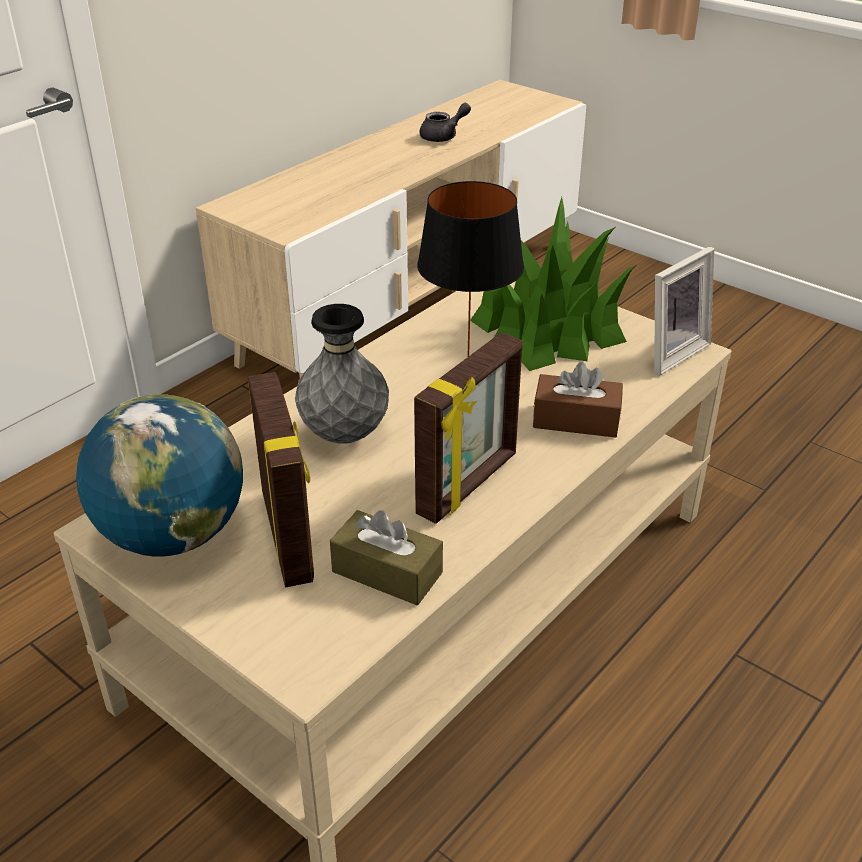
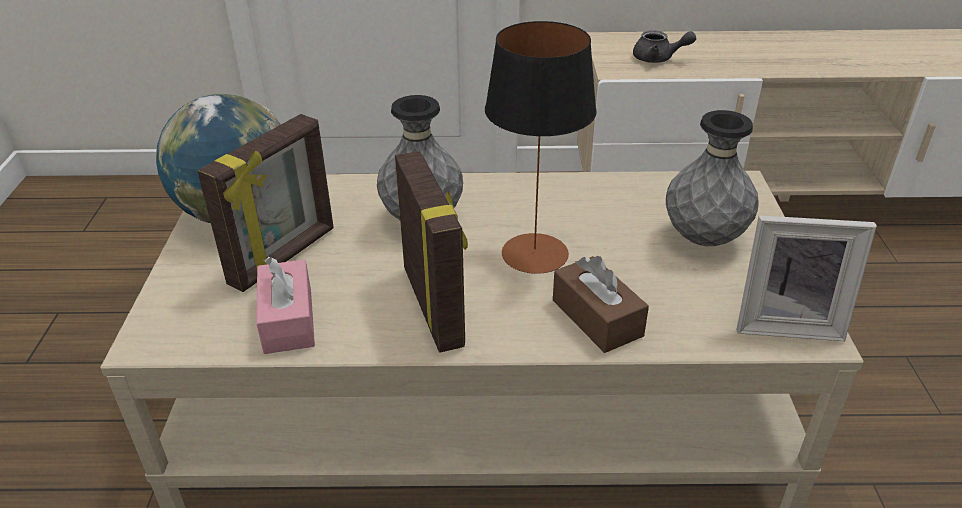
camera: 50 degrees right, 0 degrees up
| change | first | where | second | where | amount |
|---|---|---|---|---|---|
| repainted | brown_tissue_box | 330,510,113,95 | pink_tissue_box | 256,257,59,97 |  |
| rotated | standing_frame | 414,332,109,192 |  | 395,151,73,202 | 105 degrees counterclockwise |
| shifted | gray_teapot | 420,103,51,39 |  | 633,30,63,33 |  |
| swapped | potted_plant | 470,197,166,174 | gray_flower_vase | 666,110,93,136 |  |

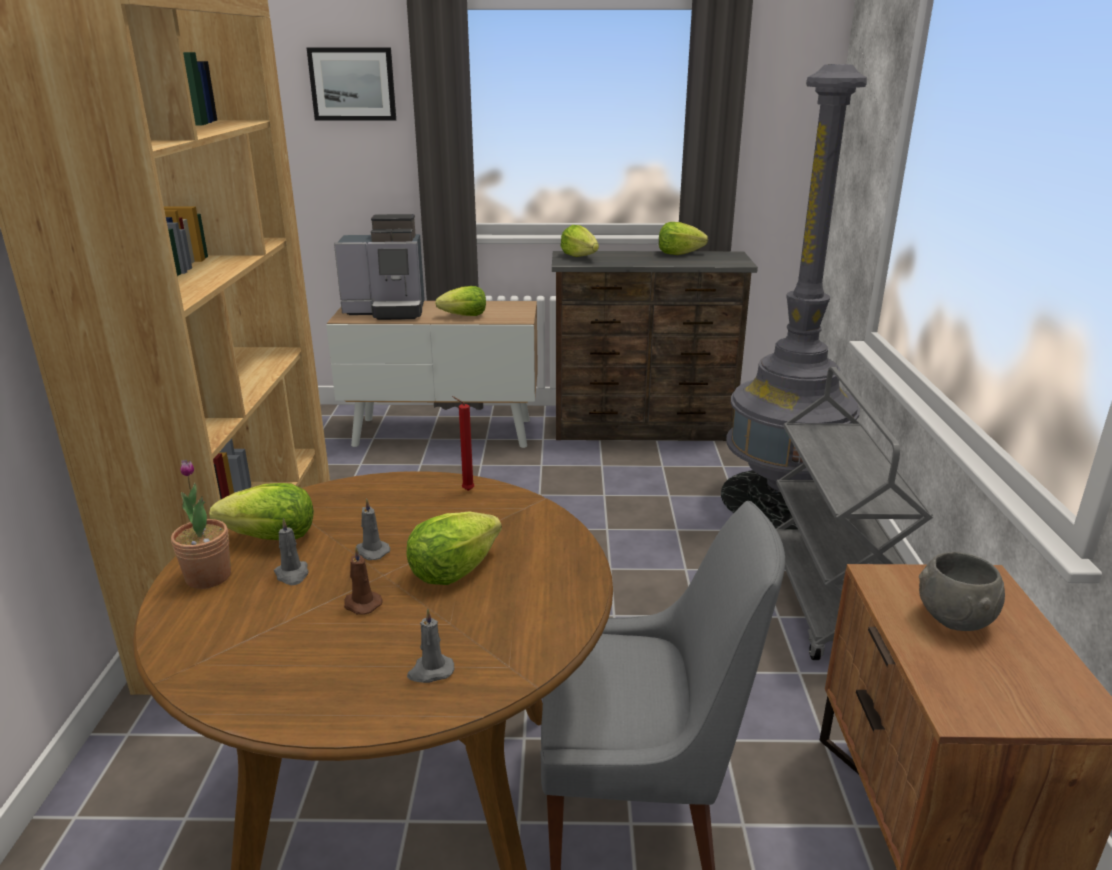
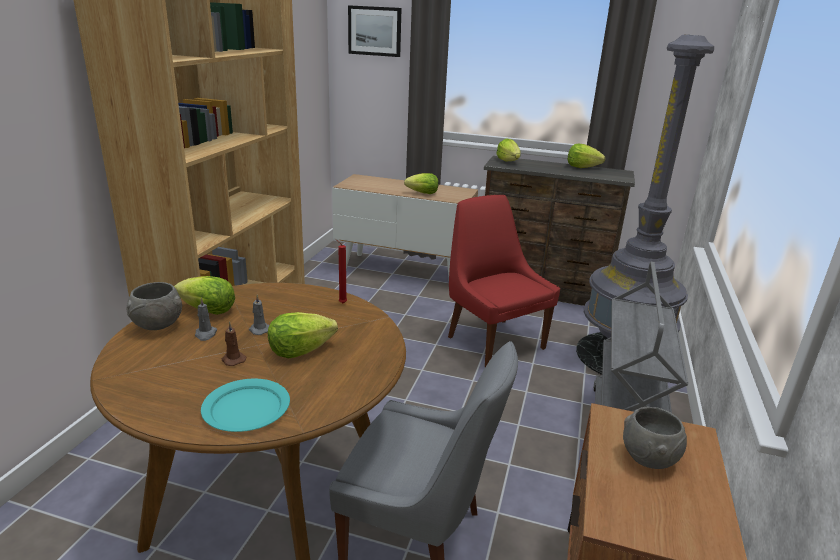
camera: 15 degrees right, 0 degrees up
| change | first | where | second | where | amount |
|---|---|---|---|---|---|
| swapped | potted_plant | 171,459,60,130 | gray_bowl | 127,282,55,48 |  |
| gone | coffee_maker | 334,214,91,106 |  |  |  |
| swapped | gray_wax_candle | 407,608,47,75 | blue-green_flat_dish | 201,379,89,53 |  |
| new |  |  | reddish_plain_chair | 448,195,112,172 |  |

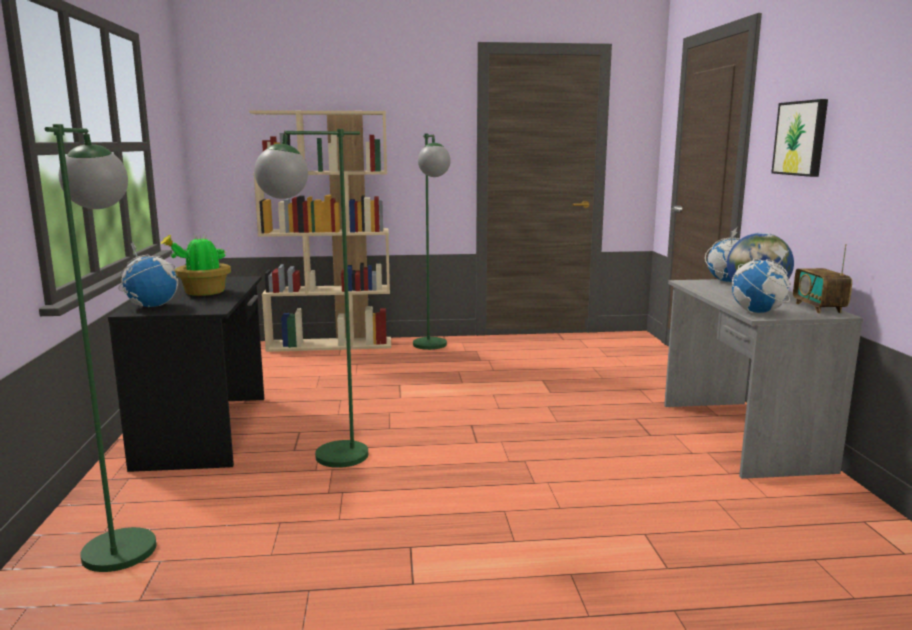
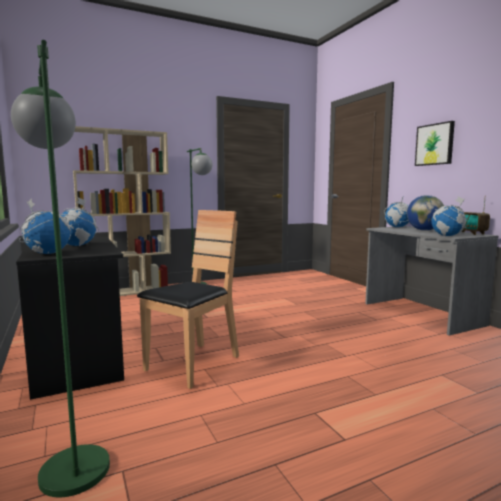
camera: 20 degrees left, 5 degrees down
| change | first | where | second | where | amount |
|---|---|---|---|---|---|
| swapped | potted_plant | 161,234,70,62 | globe | 59,197,40,49 |  |
| swapped | green-coloured_standard_lamp | 254,129,114,339 | brown_plain_chair | 137,210,102,179 |  |

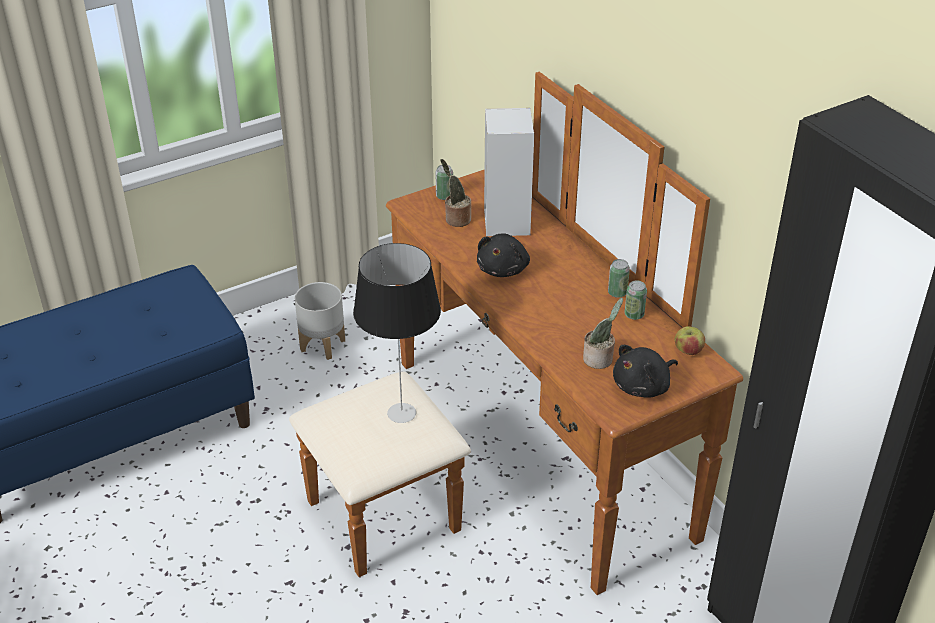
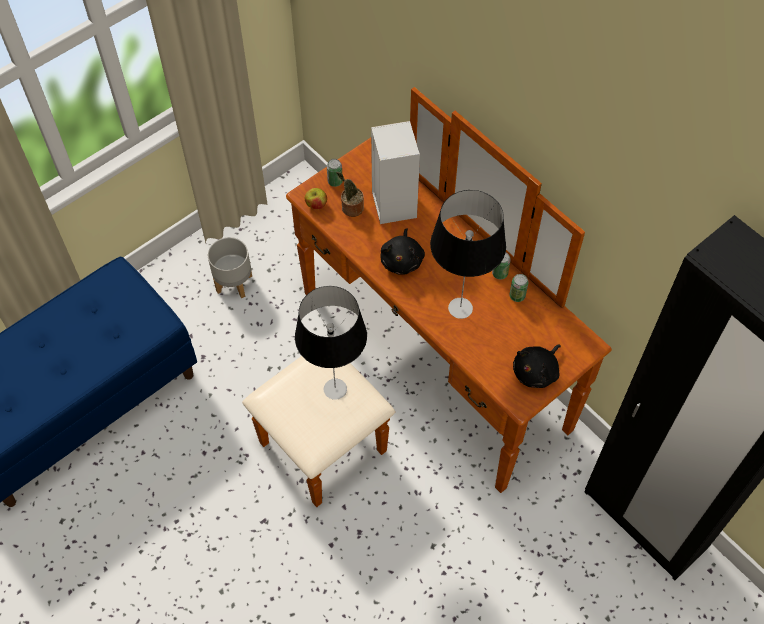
camera: 10 degrees left, 20 degrees up
| change | first | where | second | where | amount |
|---|---|---|---|---|---|
| gone | potted_plant | 583,298,40,71 |  |  |  |
| shifted | whole_apple | 675,326,30,29 |  | 305,188,22,21 |  |
| new |  |  | lamp_for_a_table | 430,190,76,129 |  |

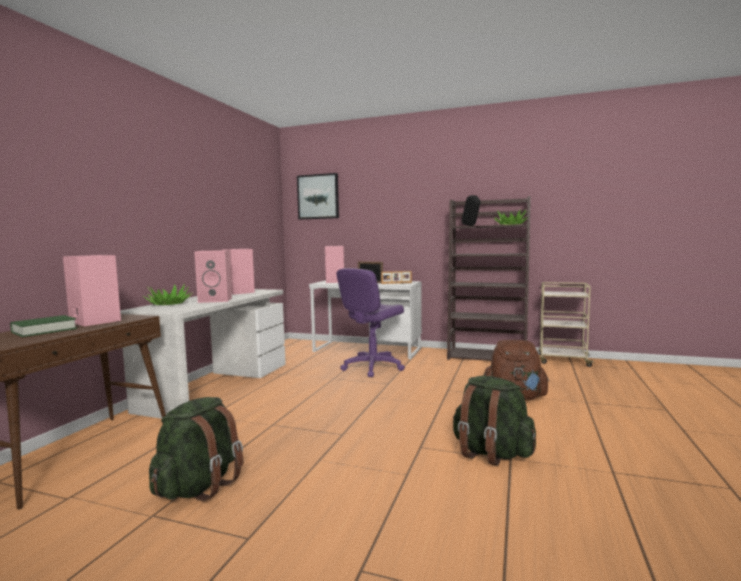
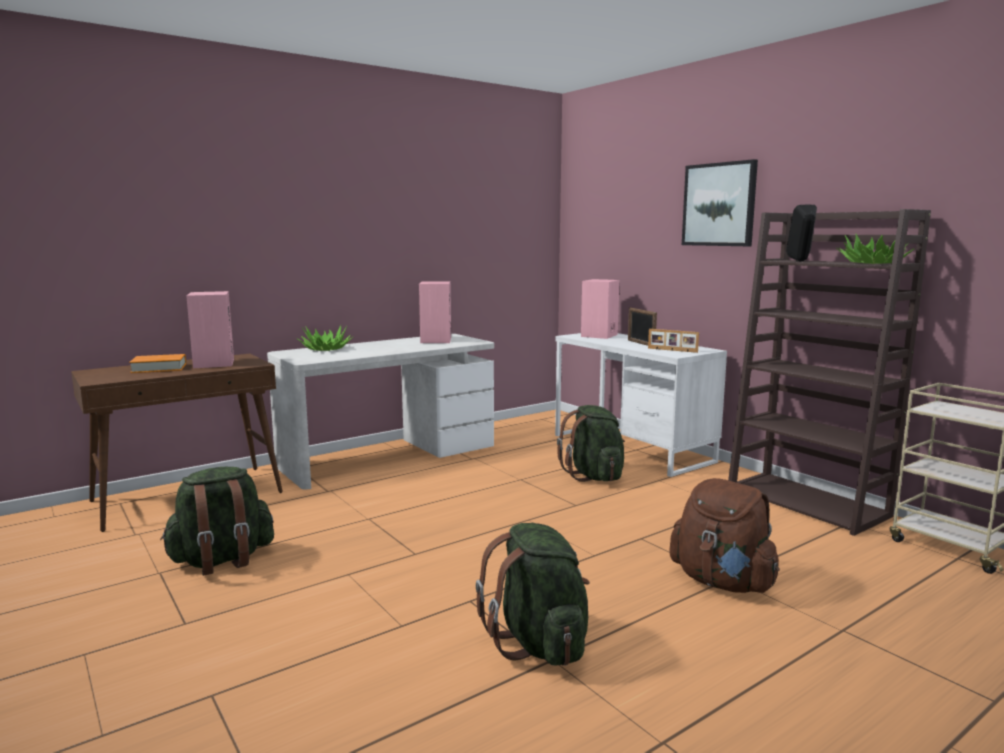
camera: 35 degrees right, 5 degrees up
| change | first | where | second | where | amount |
|---|---|---|---|---|---|
| repainted | green-coloured_bound_book | 10,315,67,22 | orangey_bound_book | 129,354,57,19 |  |
| gone | pink_loudspeaker | 195,250,37,53 |  |  |  |
| shifted | picture | 297,173,42,47 |  | 682,159,76,87 |  |
| swapped | purple_office_chair | 336,268,69,109 | green-coloured_backpack | 557,405,68,77 |  |

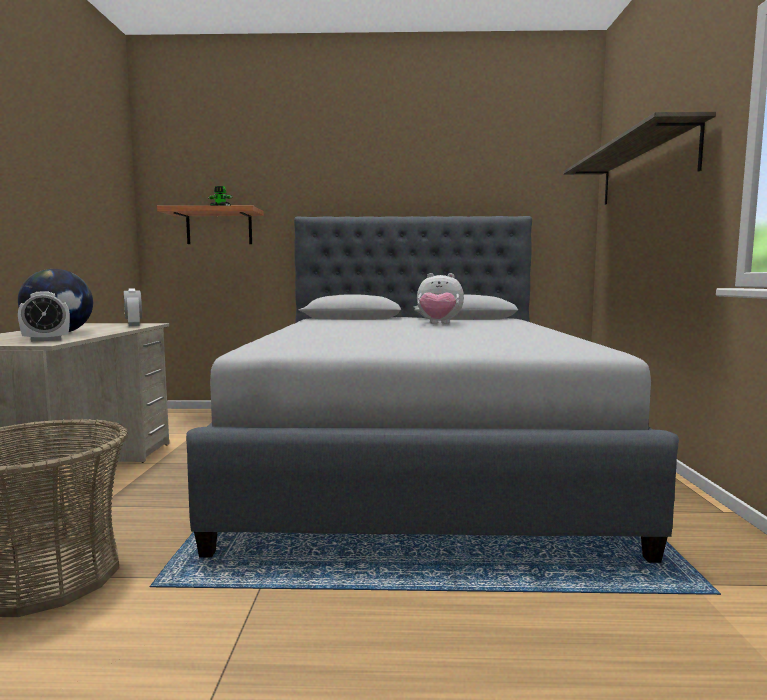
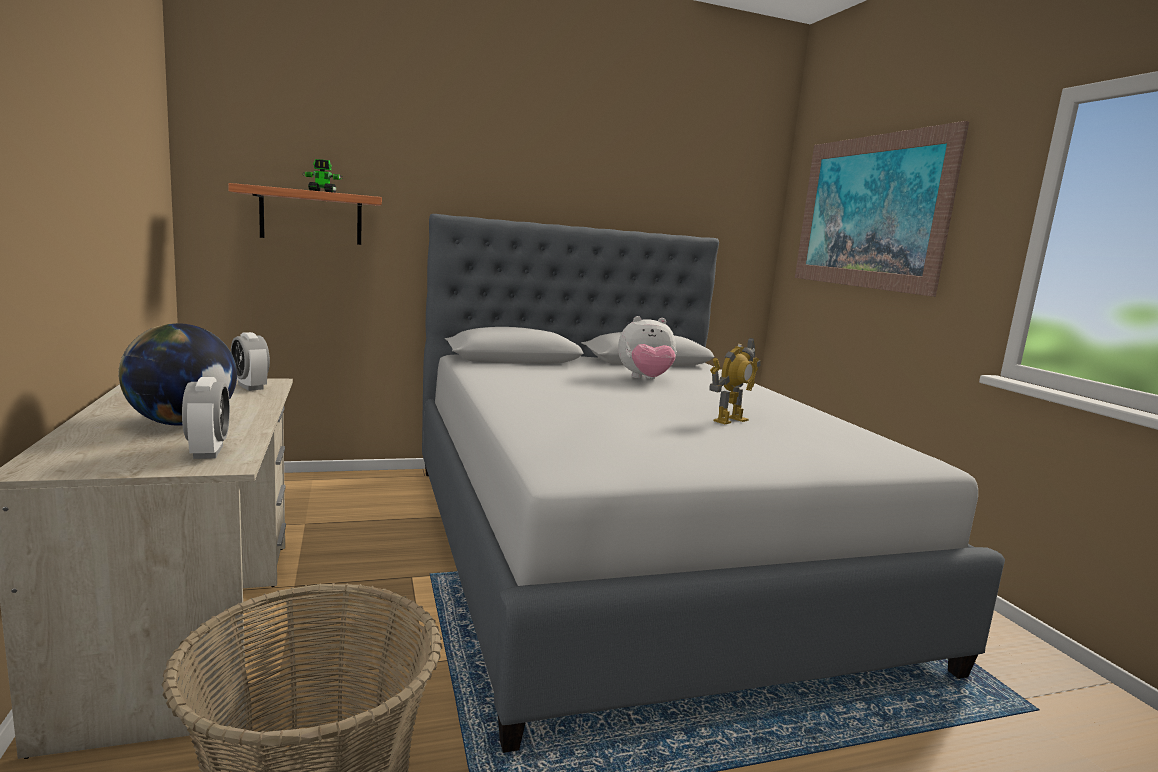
camera: 20 degrees left, 5 degrees up
| change | first | where | second | where | amount |
|---|---|---|---|---|---|
| rotated | bedside_clock | 18,291,52,51 |  | 182,377,48,82 | 60 degrees counterclockwise |
| swapped | shelf | 563,112,153,93 | picture | 795,121,174,176 |  |
| new |  |  | model_robot | 709,337,52,87 |  |

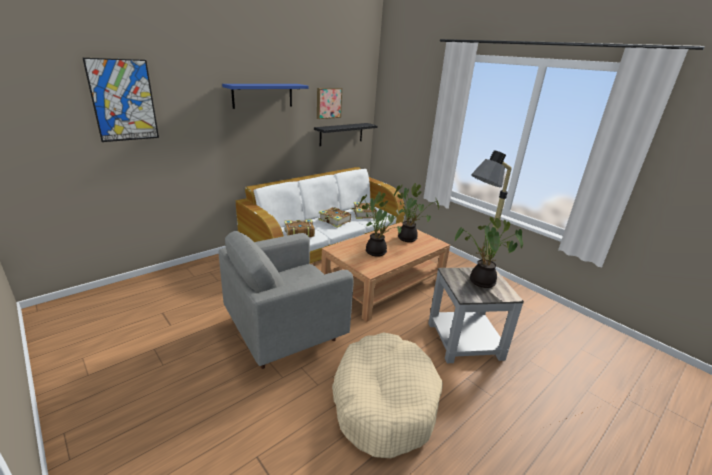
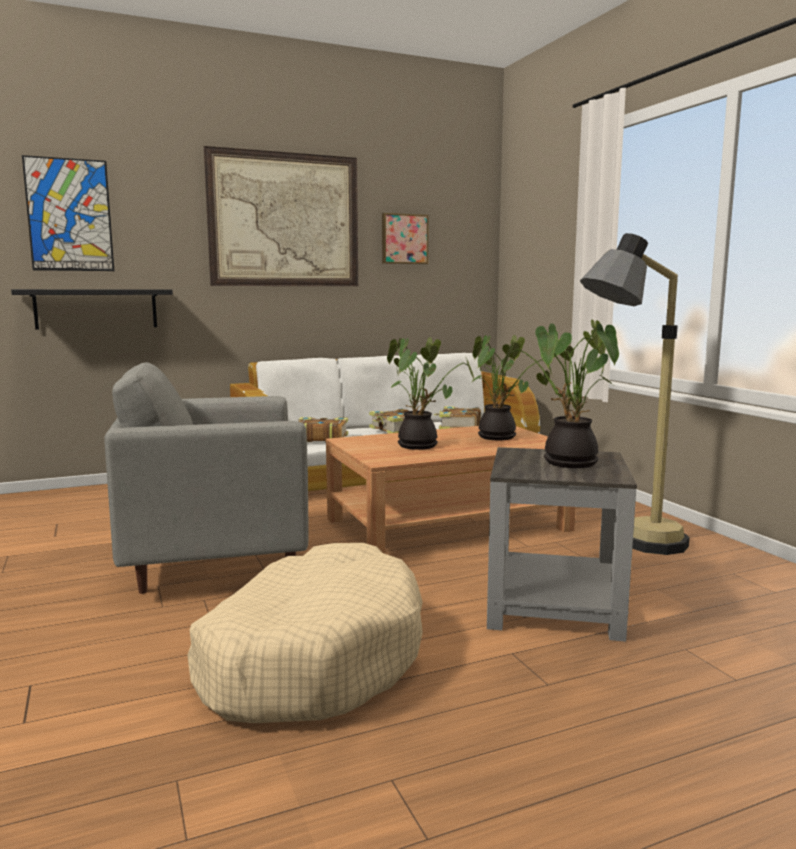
camera: 20 degrees right, 15 degrees down
| change | first | where | second | where | amount |
|---|---|---|---|---|---|
| swapped | bluish_shelf | 222,84,87,25 | picture | 204,146,154,140 |  |
| shifted | black-coloured_shelf | 314,123,64,23 |  | 11,289,162,40 |  |

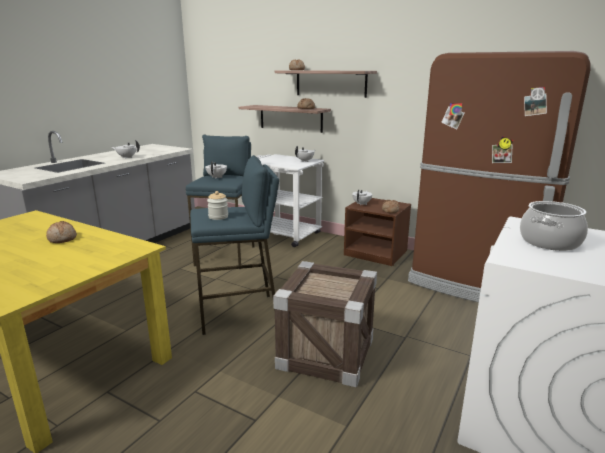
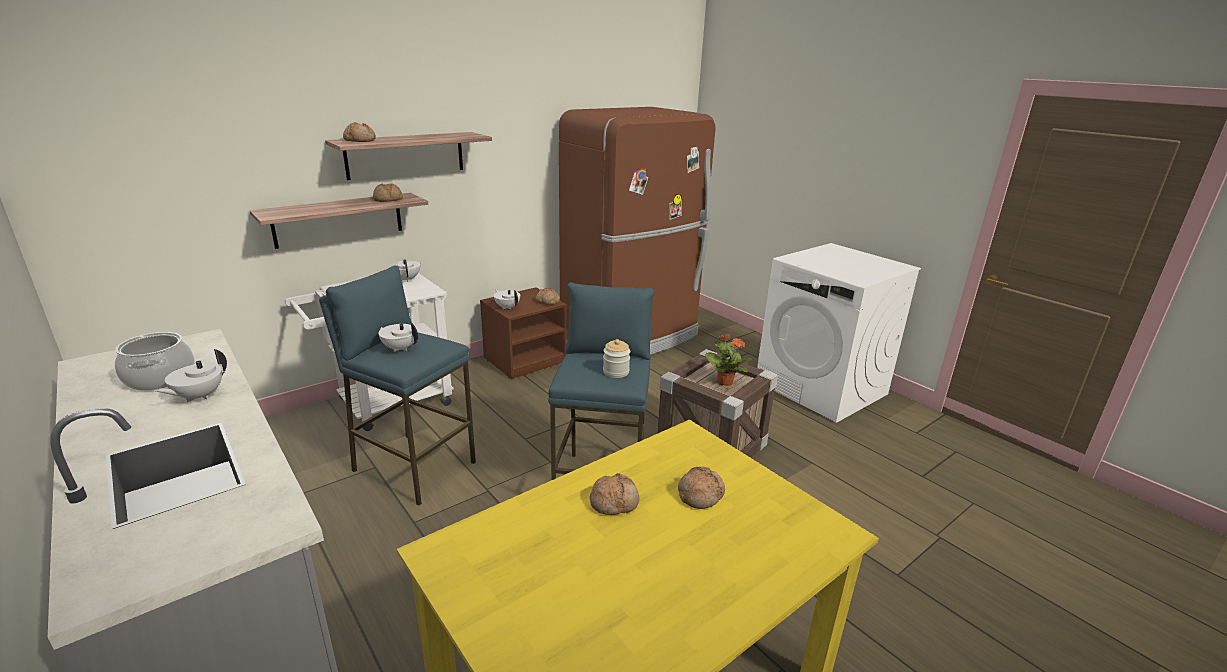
camera: 70 degrees left, 5 degrees up
| change | first | where | second | where | amount |
|---|---|---|---|---|---|
| shifted | stockpot | 520,201,68,50 |  | 115,332,79,59 |  |
| new |  |  | bakery_bread | 678,467,47,42 |  |
| new |  |  | potted_plant | 705,334,47,52 |  |

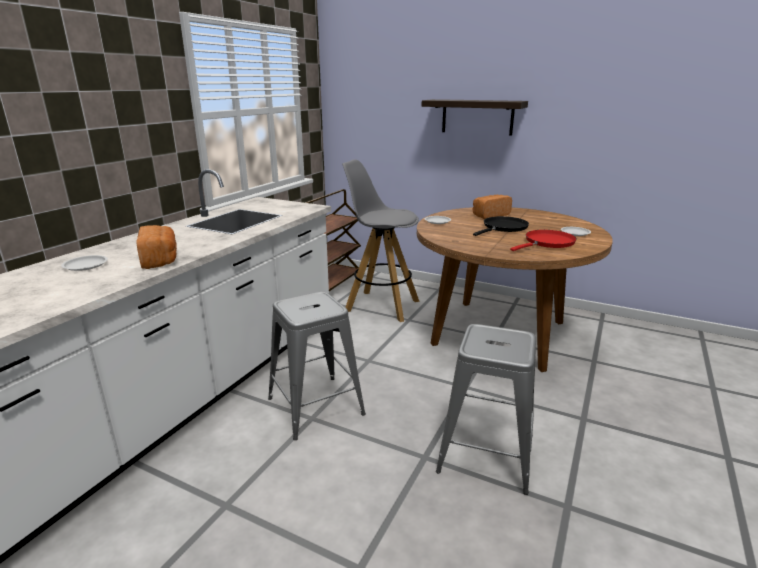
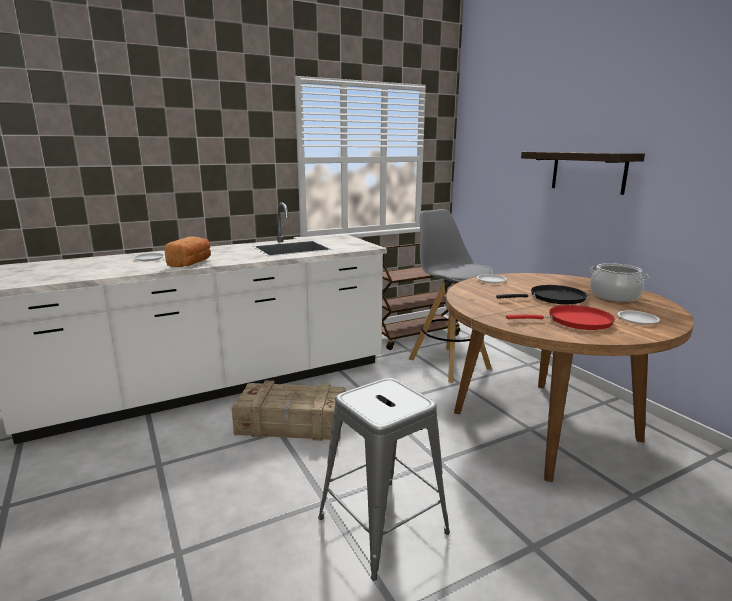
camera: 35 degrees right, 5 degrees down
| change | first | where | second | where | amount |
|---|---|---|---|---|---|
| swapped | gray_stool | 268,292,98,148 | crate | 231,380,115,61 |  |
| gone | bakery_bread | 472,195,40,24 |  |  |  |
| new |  |  | stockpot | 589,263,60,39 |  |

